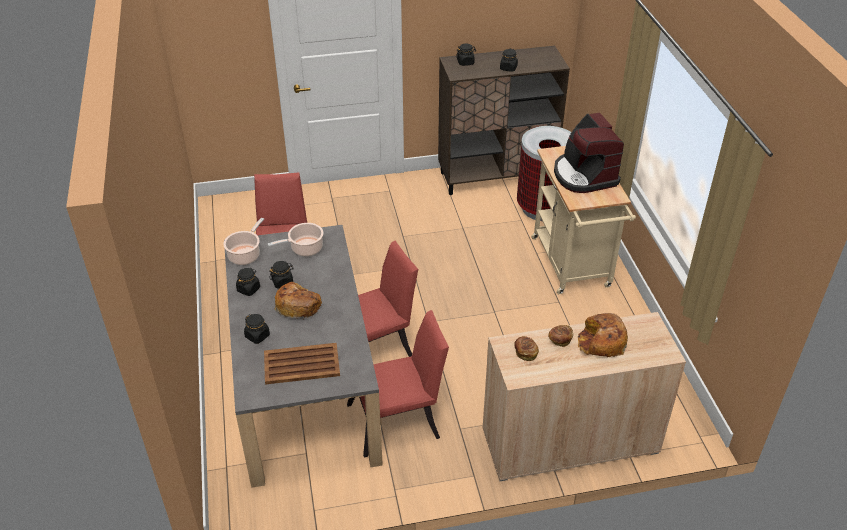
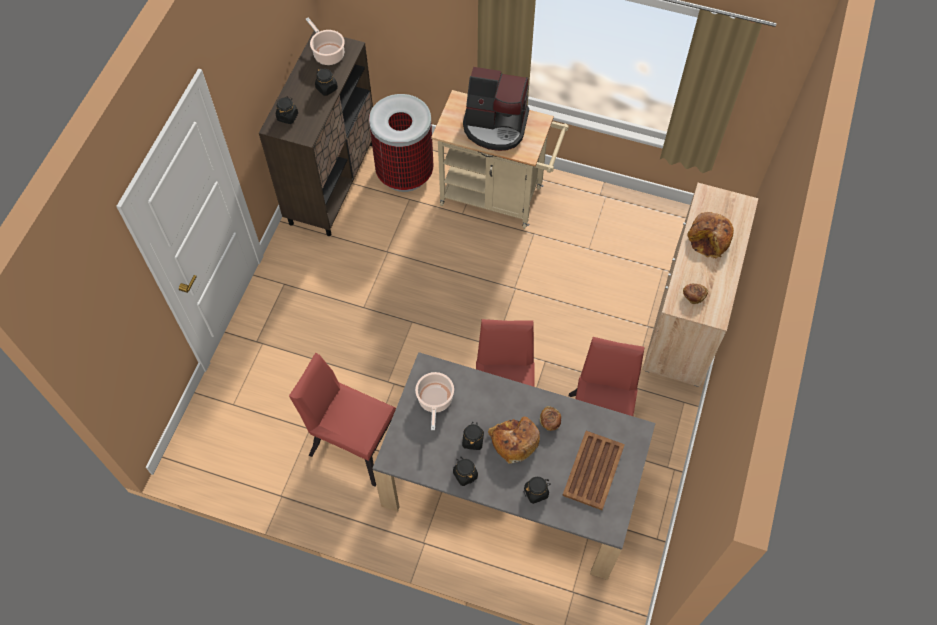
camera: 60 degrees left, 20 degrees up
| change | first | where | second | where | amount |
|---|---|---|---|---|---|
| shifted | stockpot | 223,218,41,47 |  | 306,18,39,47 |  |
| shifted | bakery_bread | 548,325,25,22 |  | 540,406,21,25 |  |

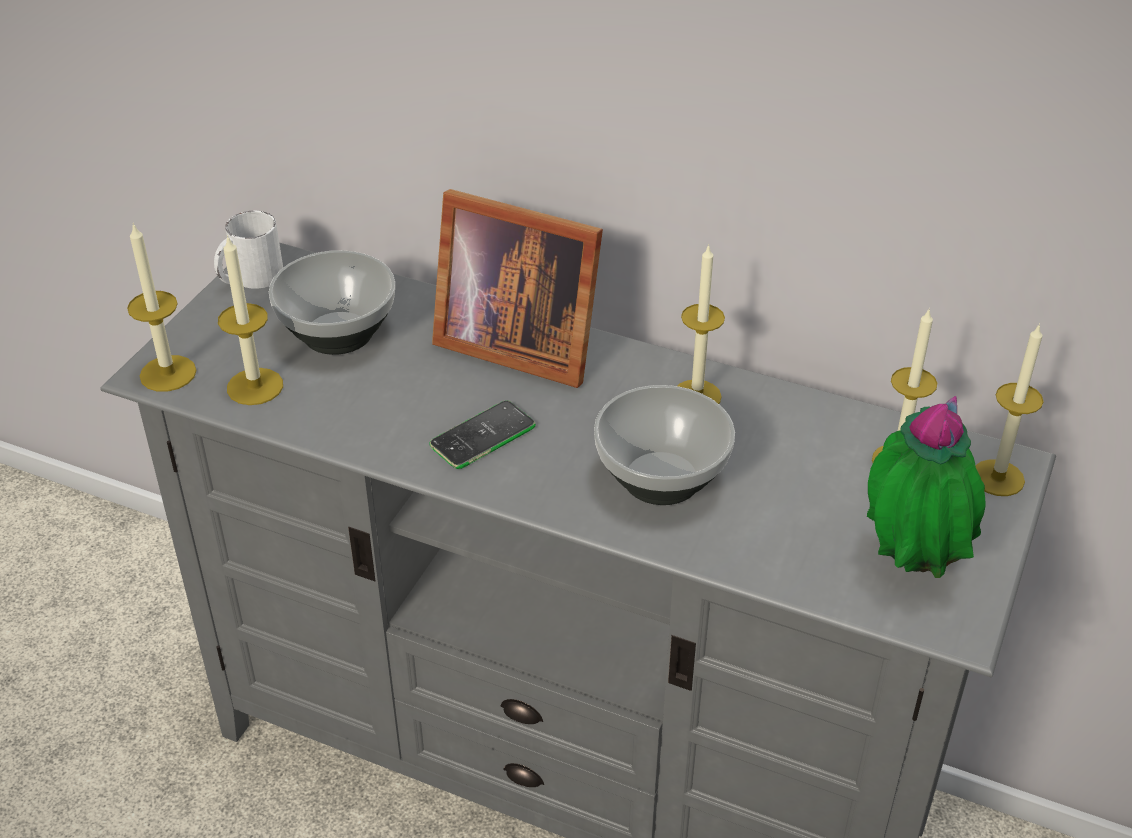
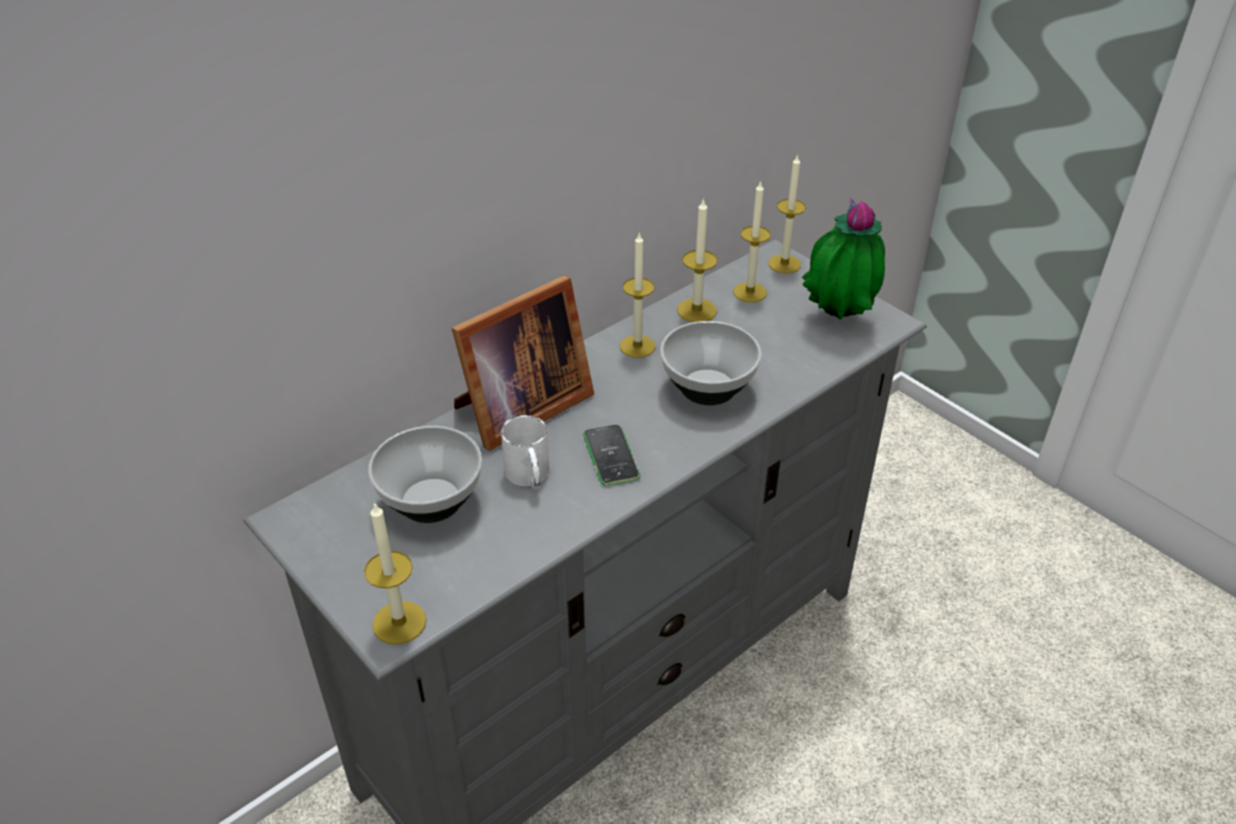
camera: 65 degrees left, 0 degrees up
| change | first | where | second | where | amount |
|---|---|---|---|---|---|
| shifted | whitish_tea_mug | 214,211,69,78 |  | 501,415,48,74 |  |
| shifted | wax_candle | 218,235,65,170 |  | 677,198,40,124 |  |

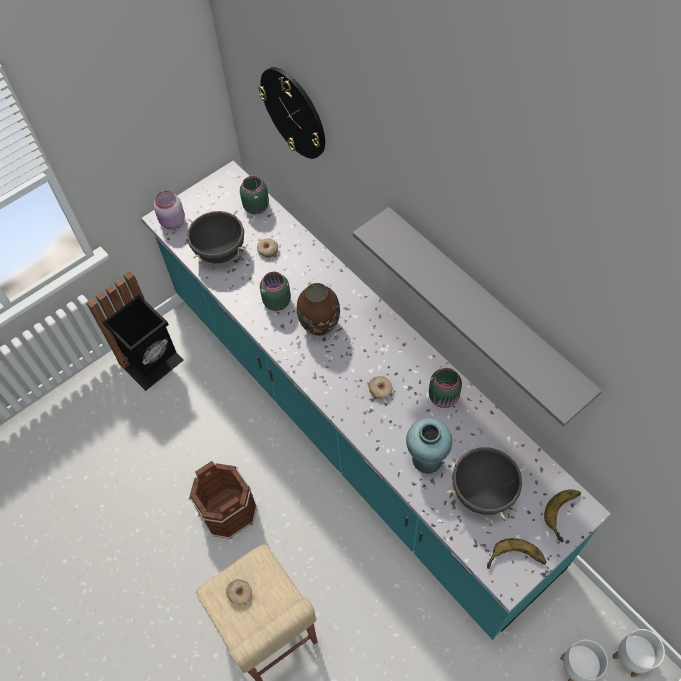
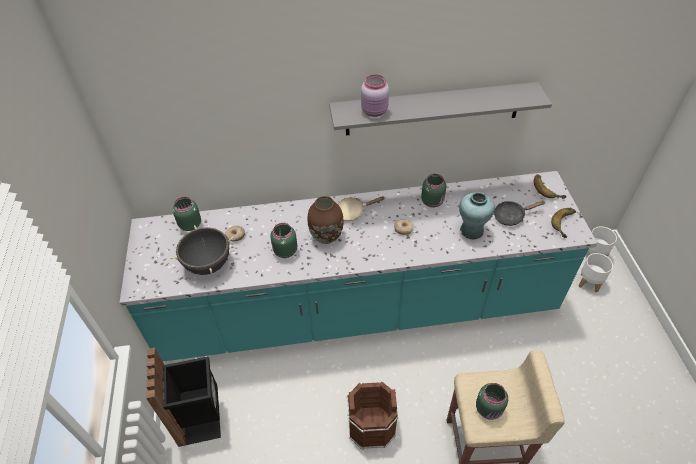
camera: 60 degrees left, 10 degrees down
| change | first | where | second | where | amount |
|---|---|---|---|---|---|
| shifted | pink_jar | 154,191,31,38 |  | 361,74,28,43 |  |
| swapped | doughnut | 226,579,26,26 | green-coloured_jar | 476,383,32,37 |  |
| gone | hanging_clock | 258,67,67,92 |  |  |  |
| swapped | black-coloured_stockpot | 447,442,80,77 | black-coloured_pan | 494,201,51,25 |  |
| new |  |  | beige_pan | 337,196,48,25 |  |

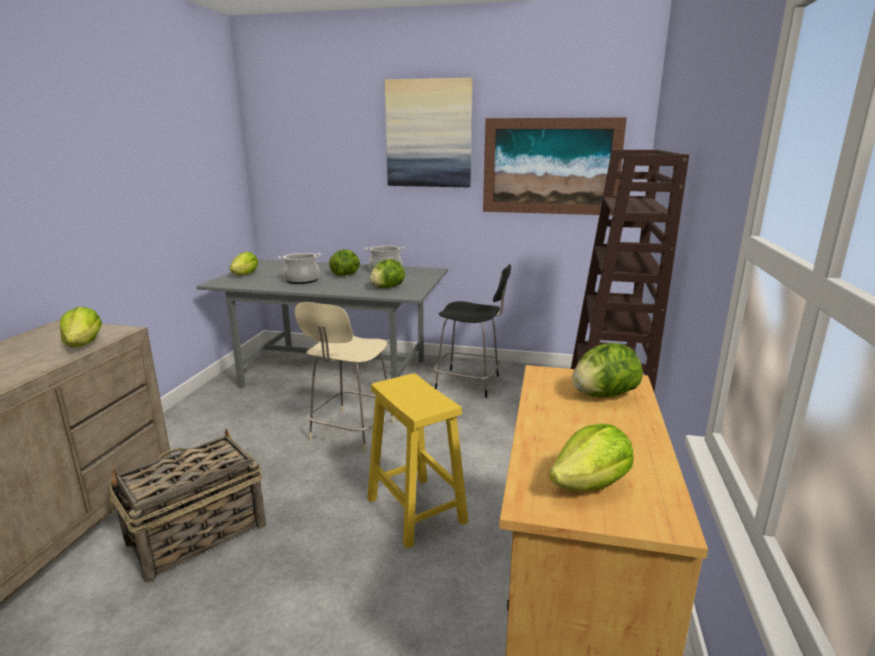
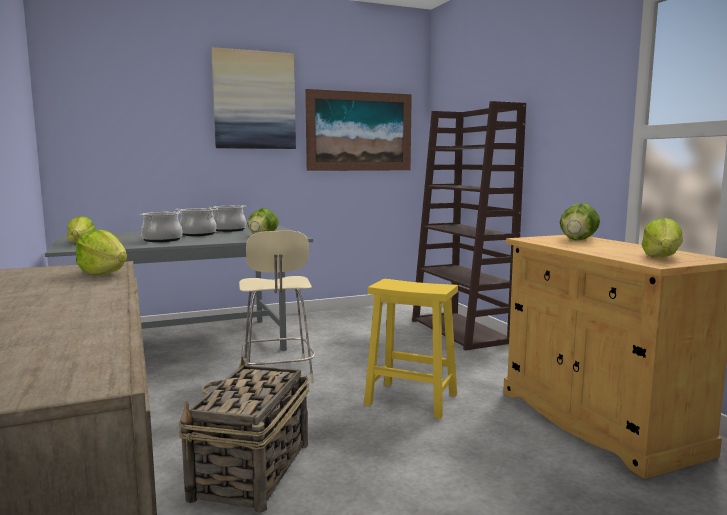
camera: 35 degrees left, 10 degrees down
| change | first | where | second | where | amount |
|---|---|---|---|---|---|
| swapped | head_of_lettuce | 329,249,31,27 | stockpot | 175,208,43,28 |  |
| gone | black-coloured_plain_chair | 434,264,77,134 |  |  |  |

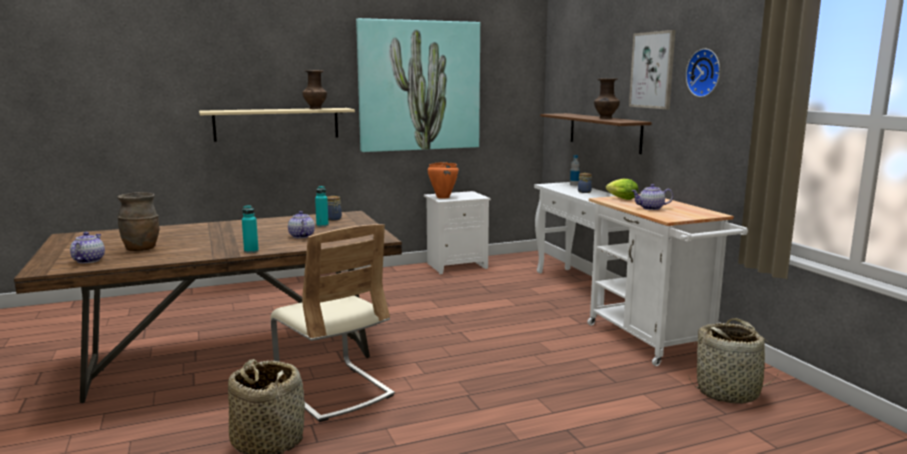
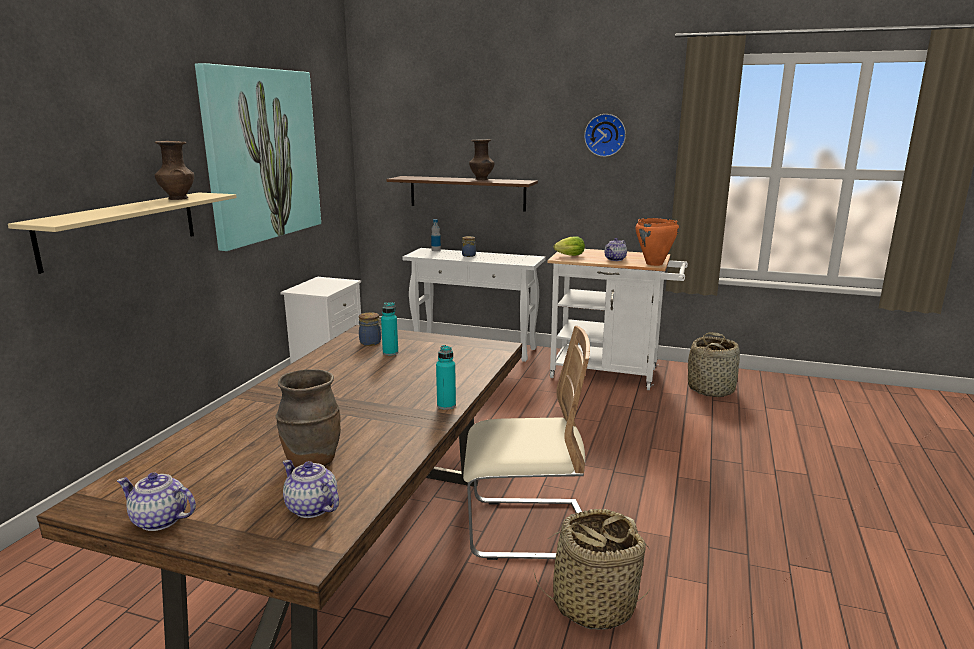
camera: 50 degrees left, 5 degrees up
| change | first | where | second | where | amount |
|---|---|---|---|---|---|
| shifted | teapot | 288,211,27,27 |  | 117,472,79,59 |  |
| shifted | orangey_stockpot | 428,162,31,37 |  | 635,218,44,48 |  |
| gone | picture | 629,30,47,79 |  |  |  |

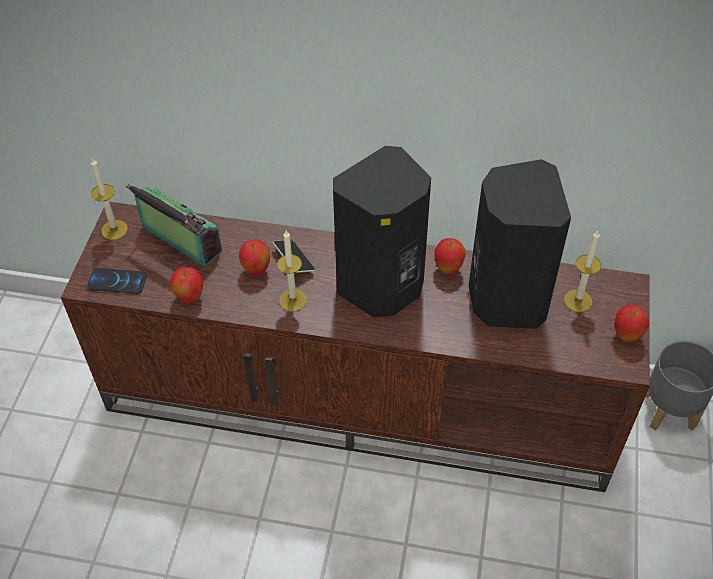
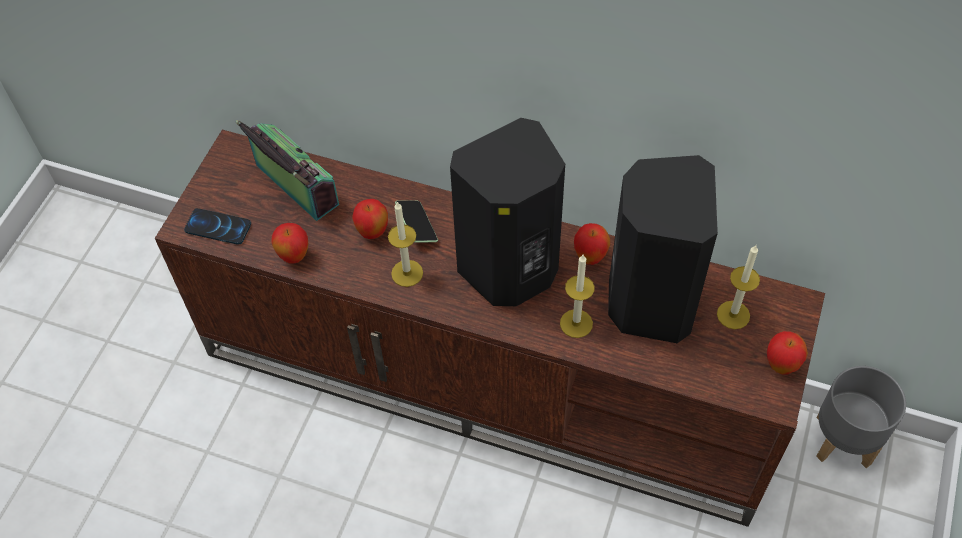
camera: 10 degrees right, 5 degrees up
| change | first | where | second | where | amount |
|---|---|---|---|---|---|
| shifted | wax_candle | 91,158,37,82 |  | 560,255,35,83 |  |

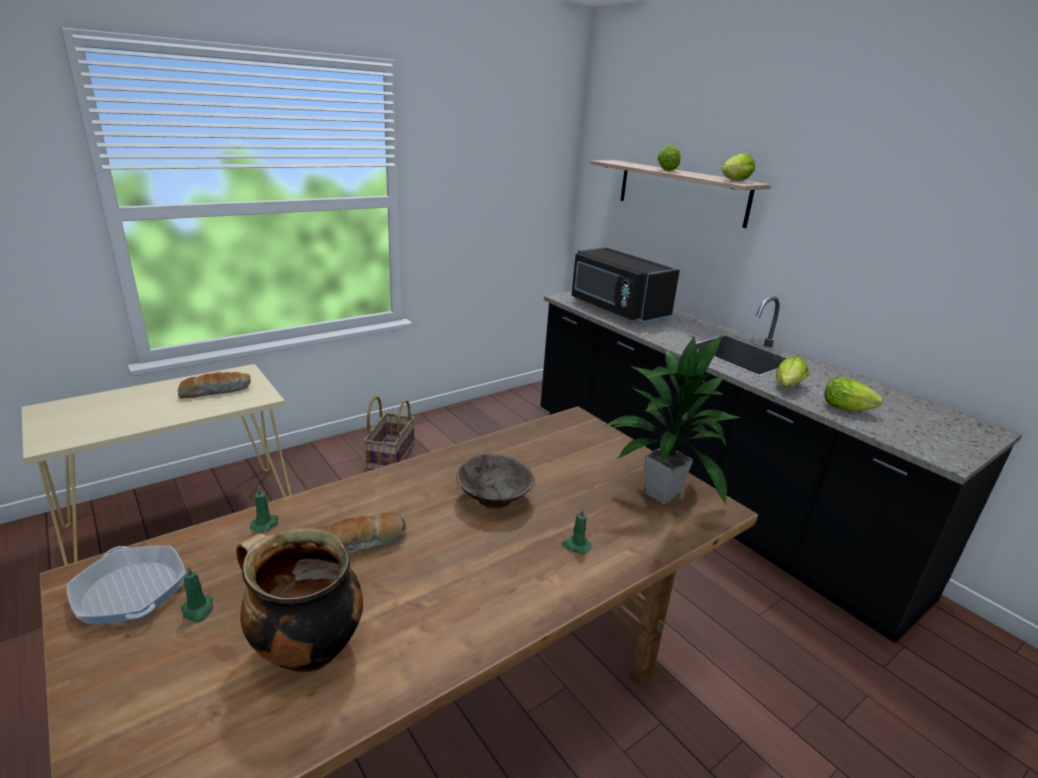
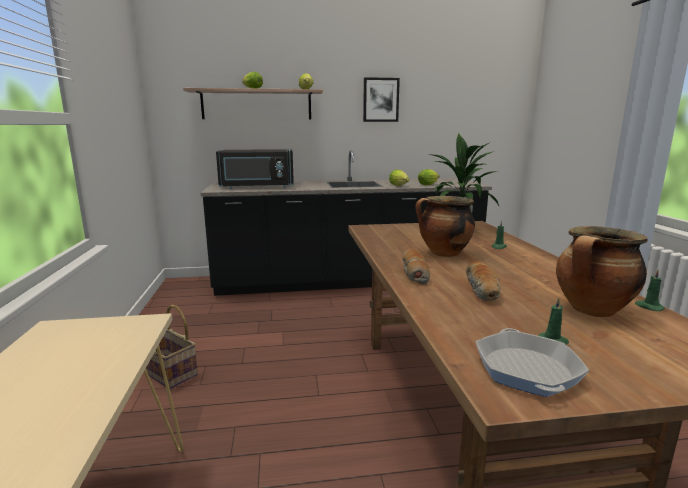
camera: 60 degrees left, 10 degrees down
| change | first | where | second | where | amount |
|---|---|---|---|---|---|
| rotated | pan | 67,545,119,79 |  | 476,328,113,69 | 75 degrees counterclockwise |
| shifted | bakery_bread | 178,372,73,27 |  | 402,248,28,37 |  |
| shifted | green-coloured_wax_candle | 250,486,29,46 |  | 635,269,30,42 |  |
| swapped | brown_bowl | 456,454,79,55 | stockpot | 415,196,60,61 |  |
| new |  |  | picture | 363,77,37,45 |  |

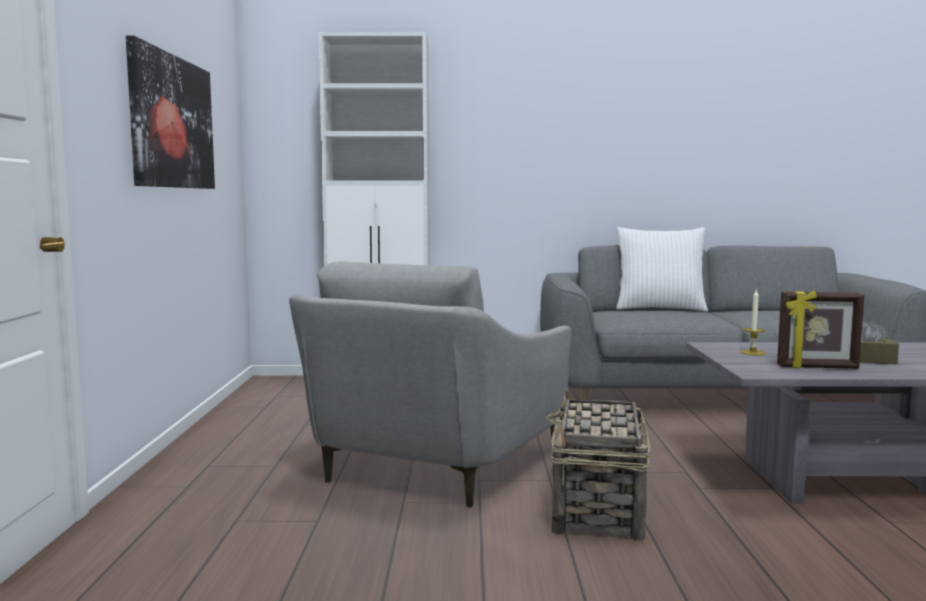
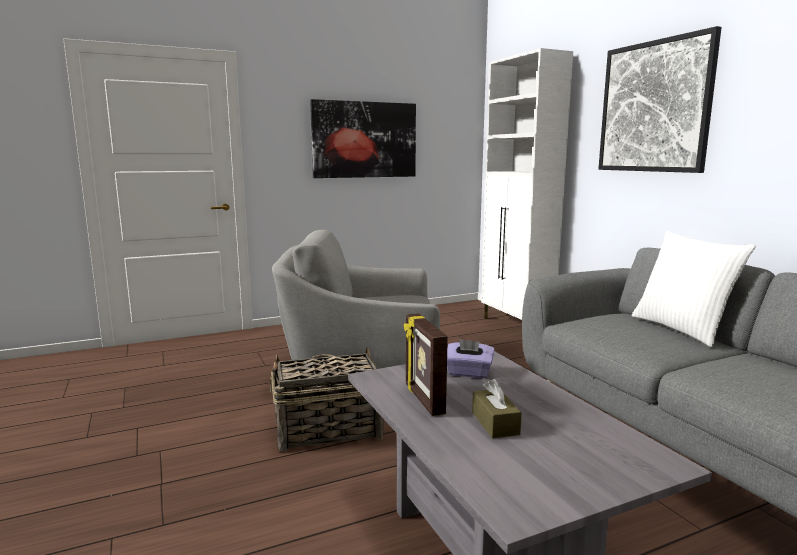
camera: 65 degrees right, 5 degrees up
| change | first | where | second | where | amount |
|---|---|---|---|---|---|
| swapped | wax_candle | 740,290,26,65 | purple_tissue_box | 447,339,48,39 |  |
| new |  |  | picture | 598,26,124,147 |  |

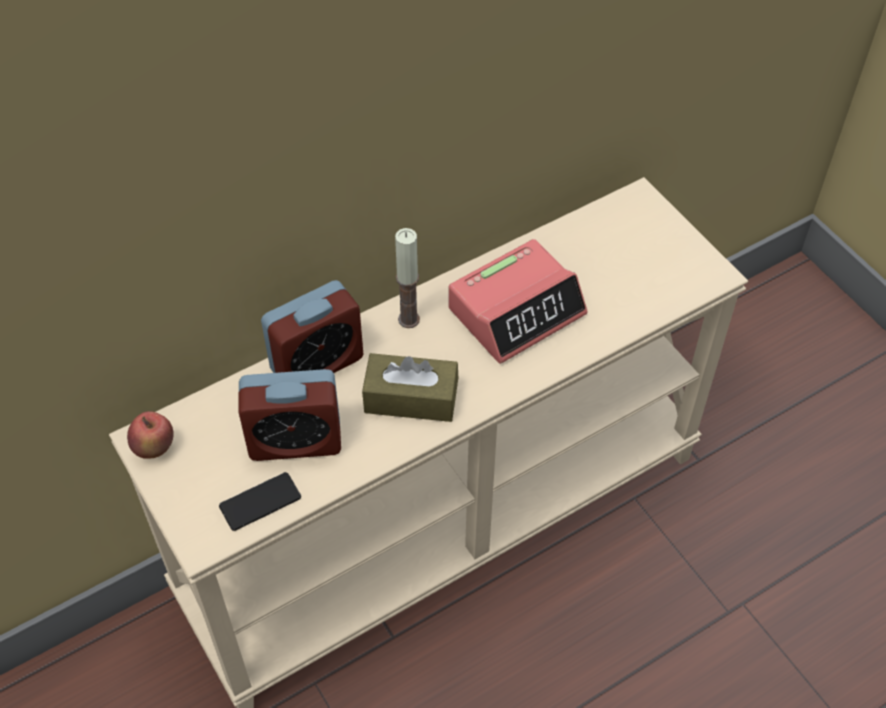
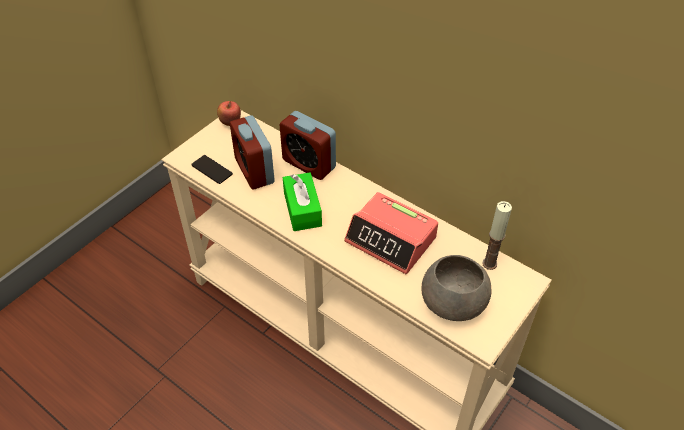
camera: 70 degrees right, 5 degrees down
| change | first | where | second | where | amount |
|---|---|---|---|---|---|
| repainted | brown_tissue_box | 362,353,96,69 | green-coloured_tissue_box | 283,173,39,58 |  |
| shifted | wax_candle | 395,228,25,100 |  | 482,201,30,69 |  |
| new |  |  | gray_bowl | 422,255,69,66 |  |

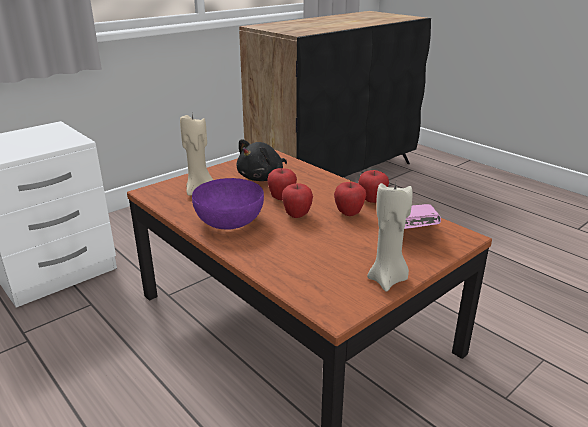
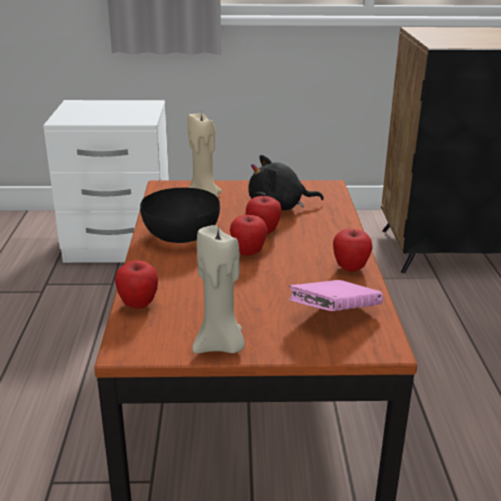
camera: 40 degrees right, 0 degrees up
| change | first | where | second | where | amount |
|---|---|---|---|---|---|
| repainted | purple_bowl | 192,178,72,52 | black-coloured_bowl | 140,188,80,55 |  |
| shifted | whole_apple | 334,182,32,34 |  | 115,260,43,49 |  |

